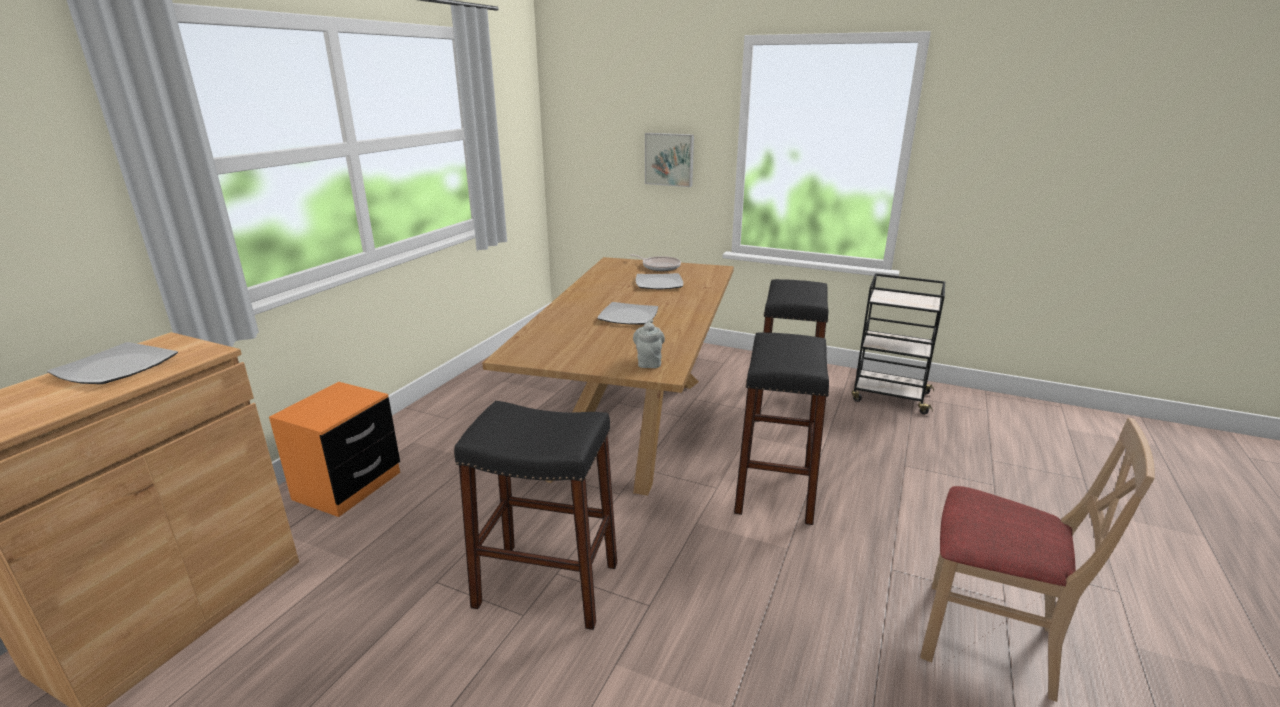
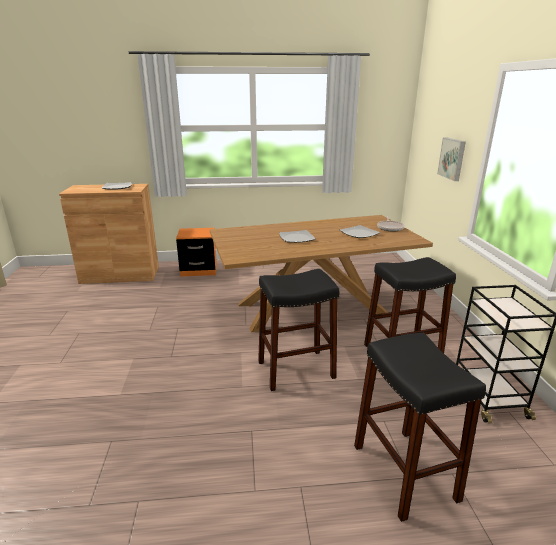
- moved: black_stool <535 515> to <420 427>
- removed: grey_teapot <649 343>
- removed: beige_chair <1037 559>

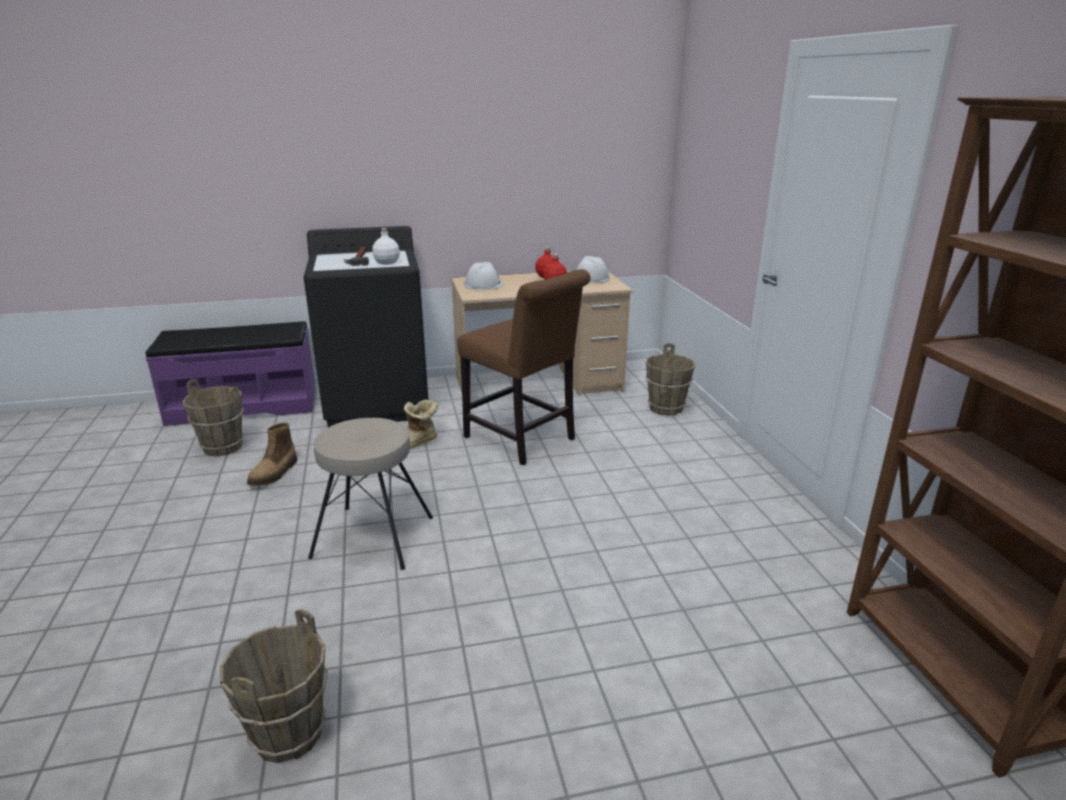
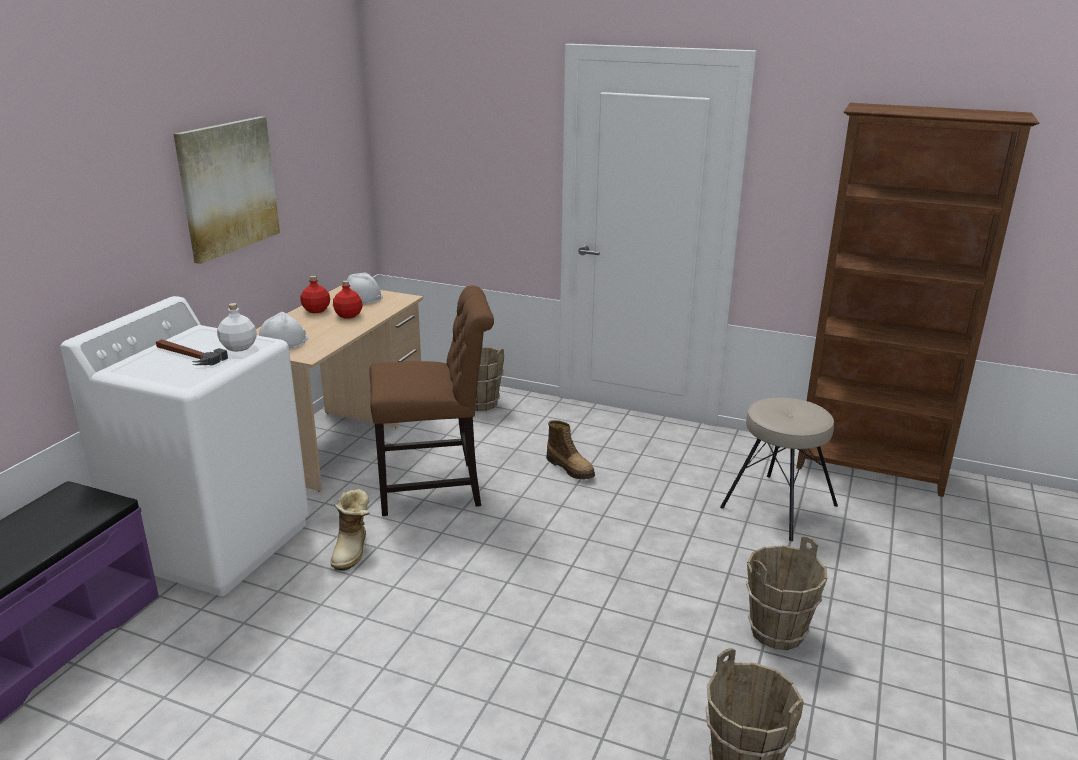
- moved: brown_bucket <213 417> to <786 593>
- moved: boot <272 454> to <570 449>
- recoloured: black_washing_machine <365 326> to white_washing_machine <184 446>
- moved: beige_stool <370 494> to <779 469>
- added: picture <227 190>

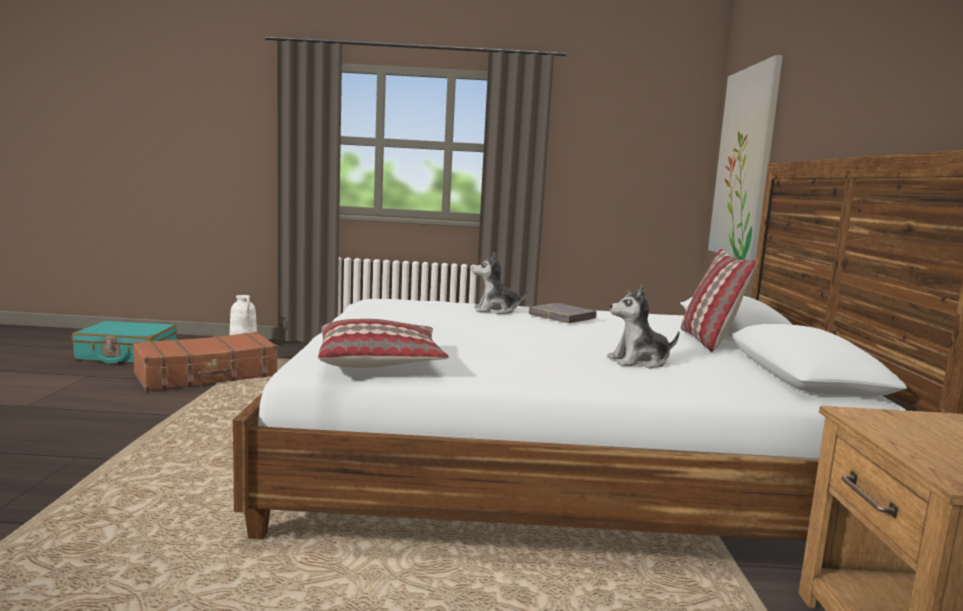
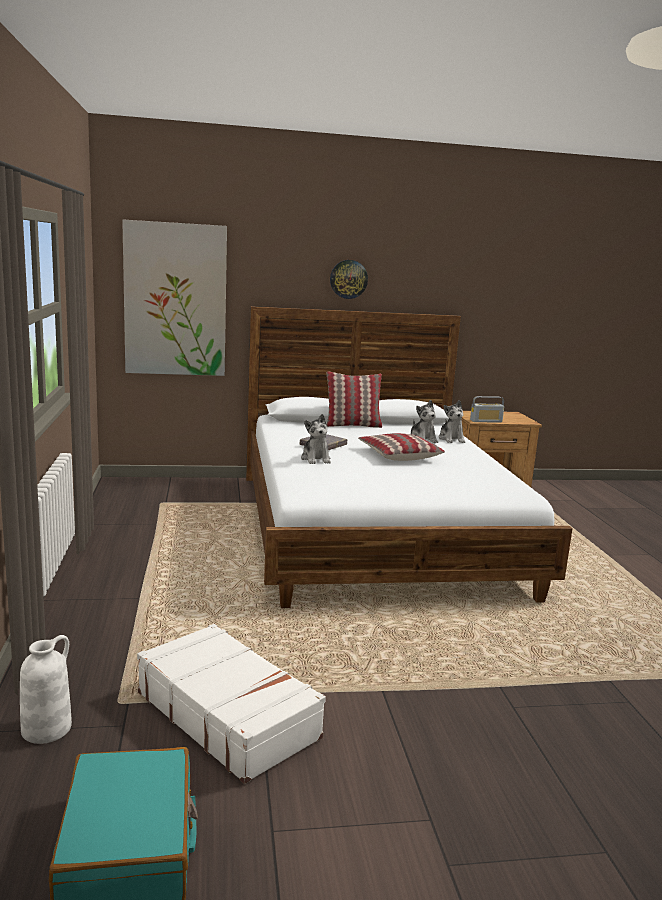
- recoloured: brown_suitcase <205 361> to white_suitcase <231 704>
- moved: pillow <383 343> to <401 447>
- added: wall_clock <349 279>
- added: plush_toy <451 421>
- added: radio <487 409>

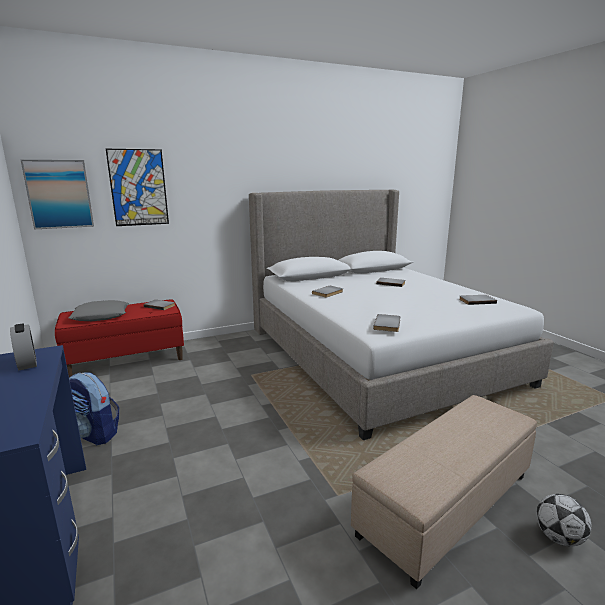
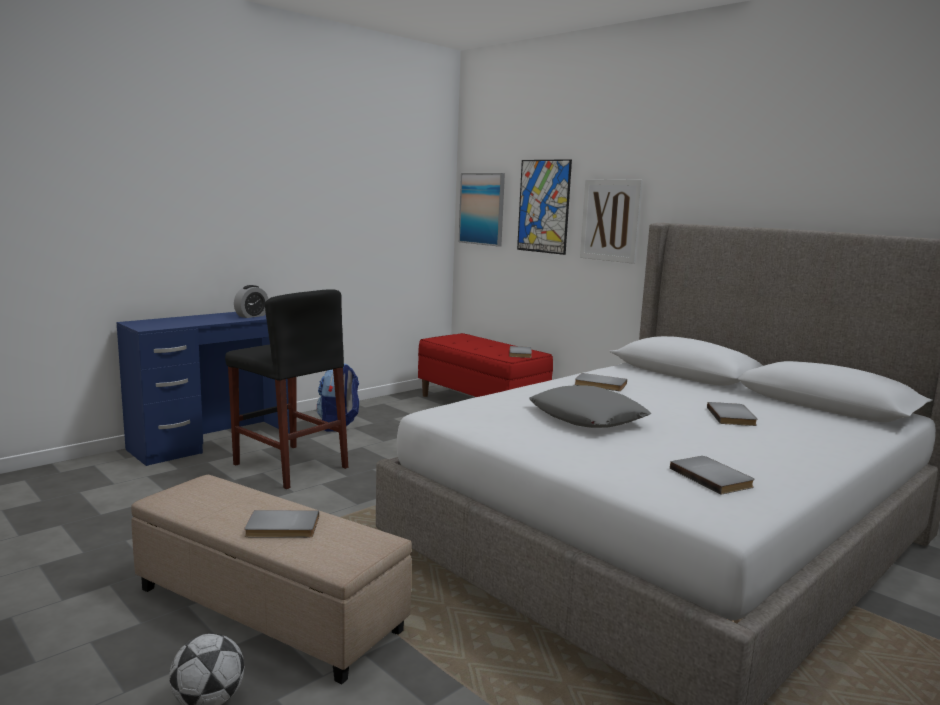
- moved: grey_pillow <99 310> to <590 406>
- moved: grey_book <386 323> to <281 524>
- added: black_stool <286 389>
- added: picture <611 221>

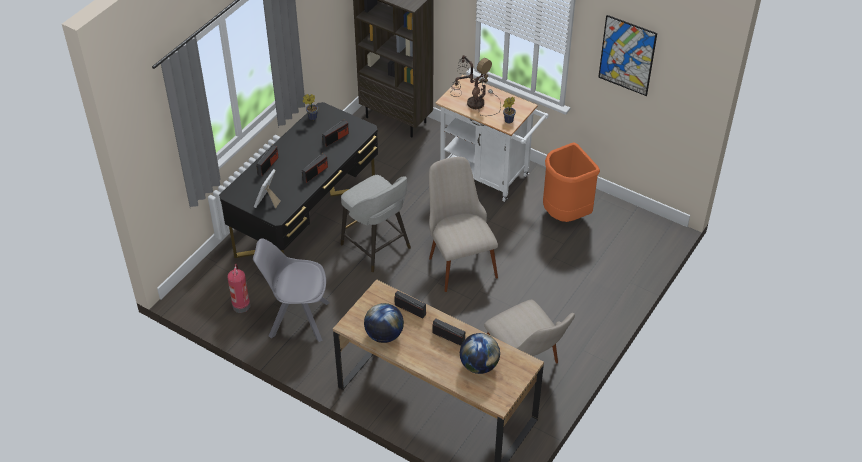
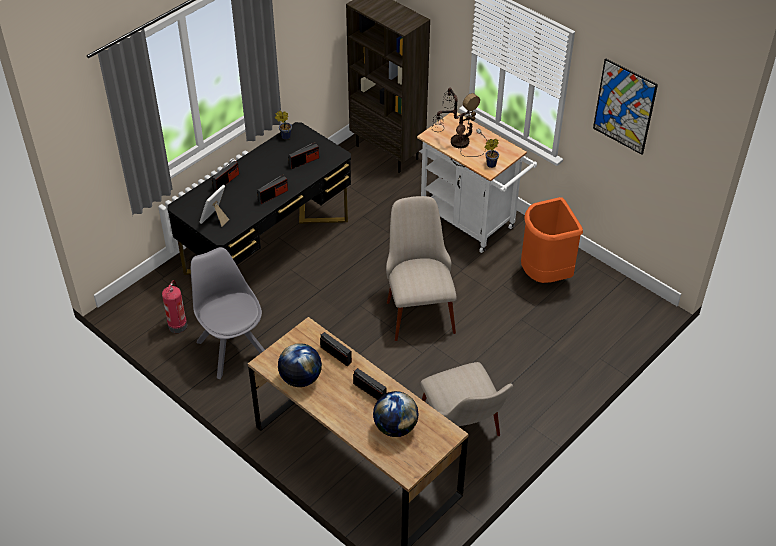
- turned: grey_chair <291 290> = <228 313> 45 degrees clockwise
- removed: grey_stool <376 223>

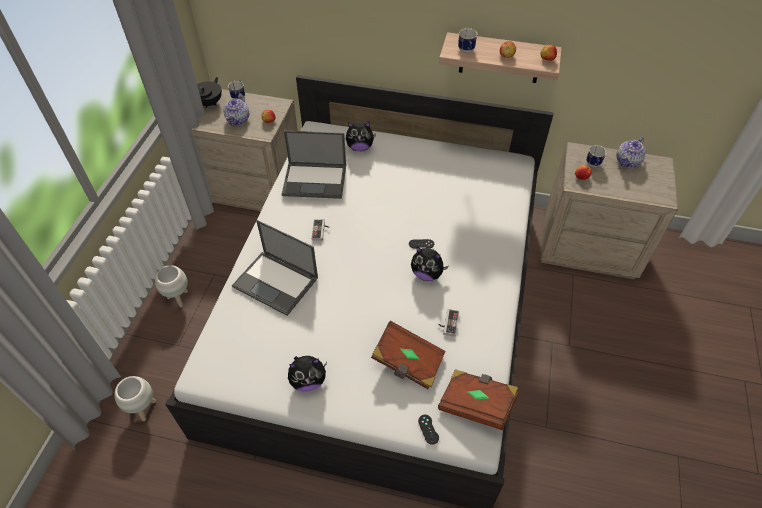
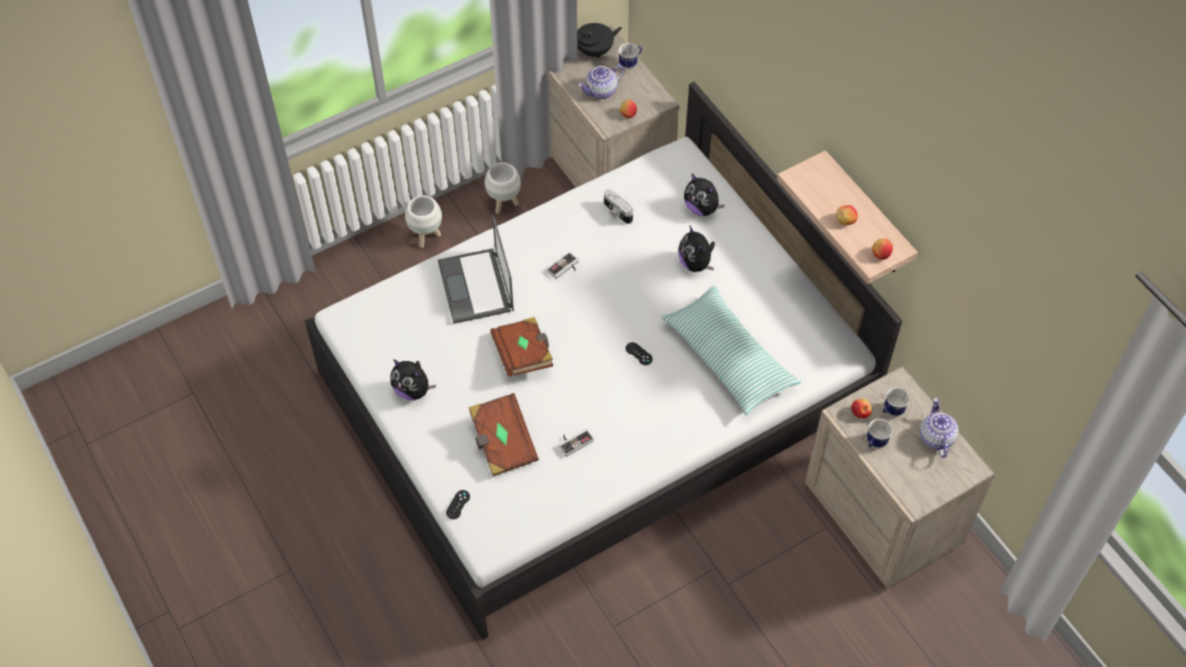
- moved: white_planter <135 398> to <503 188>
- replaced: laptop <314 165> to photo_camera <618 206>
- moved: plush_toy <430 263> to <696 249>
- moved: brown_book <478 399> to <521 347>
- moved: mug <467 40> to <880 433>
- turned: teapot <631 152> = <939 428> 90 degrees clockwise
- added: pillow <731 351>

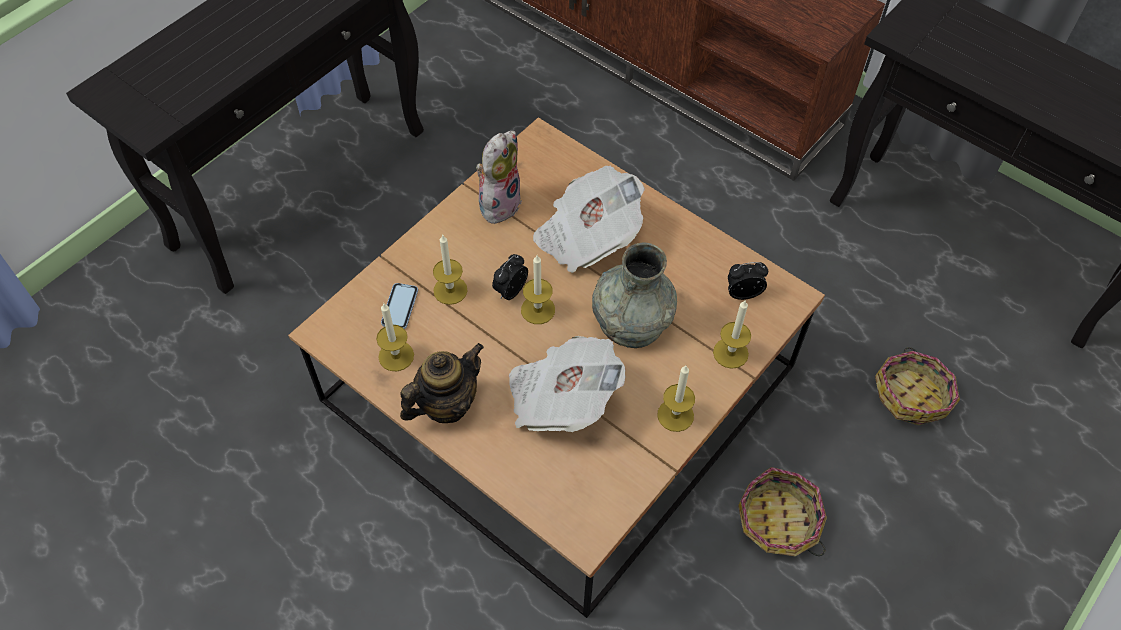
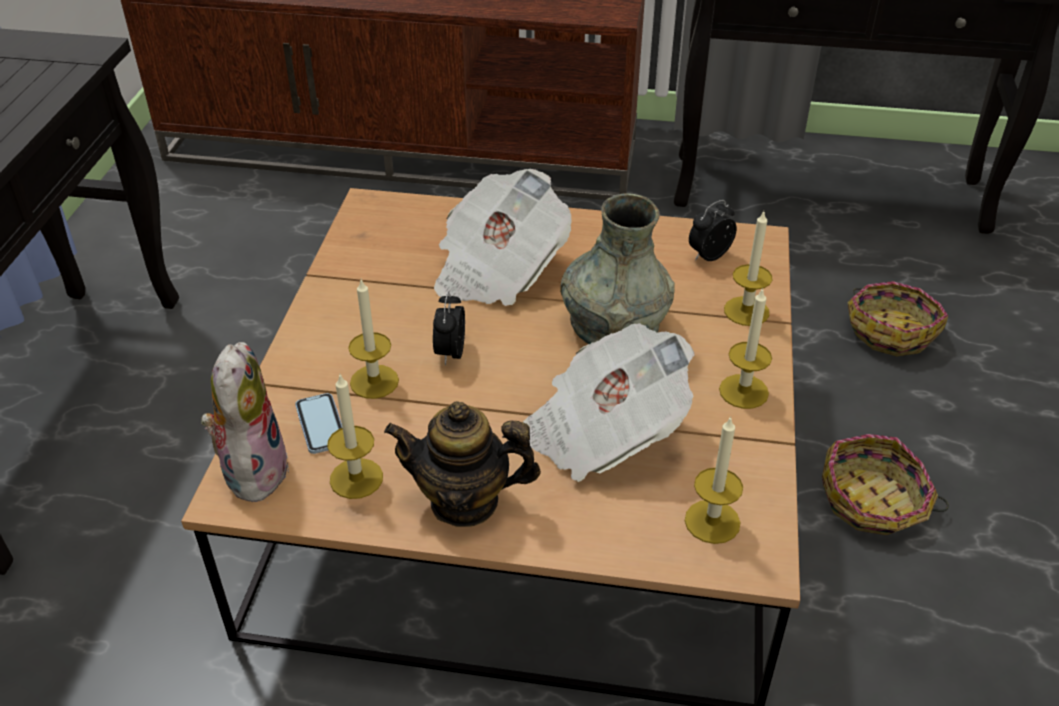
- turned: teapot <442 383> = <462 464> 105 degrees counterclockwise
- moved: plush_toy <499 177> to <245 422>
- moved: candle <538 289> to <714 480>

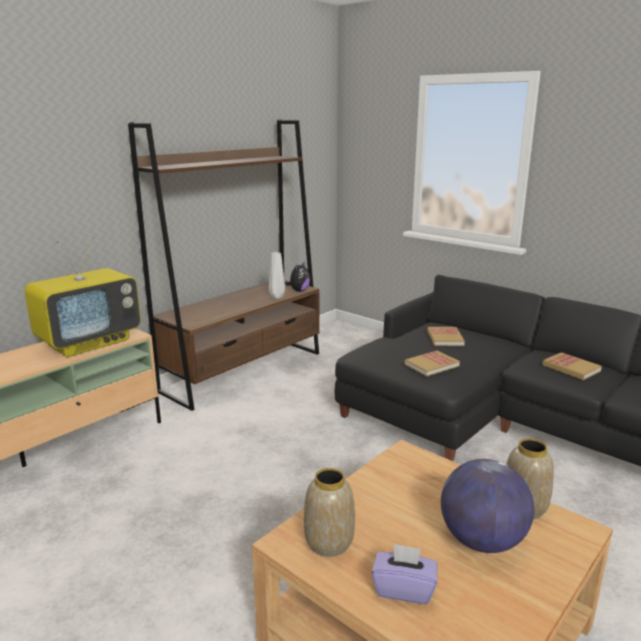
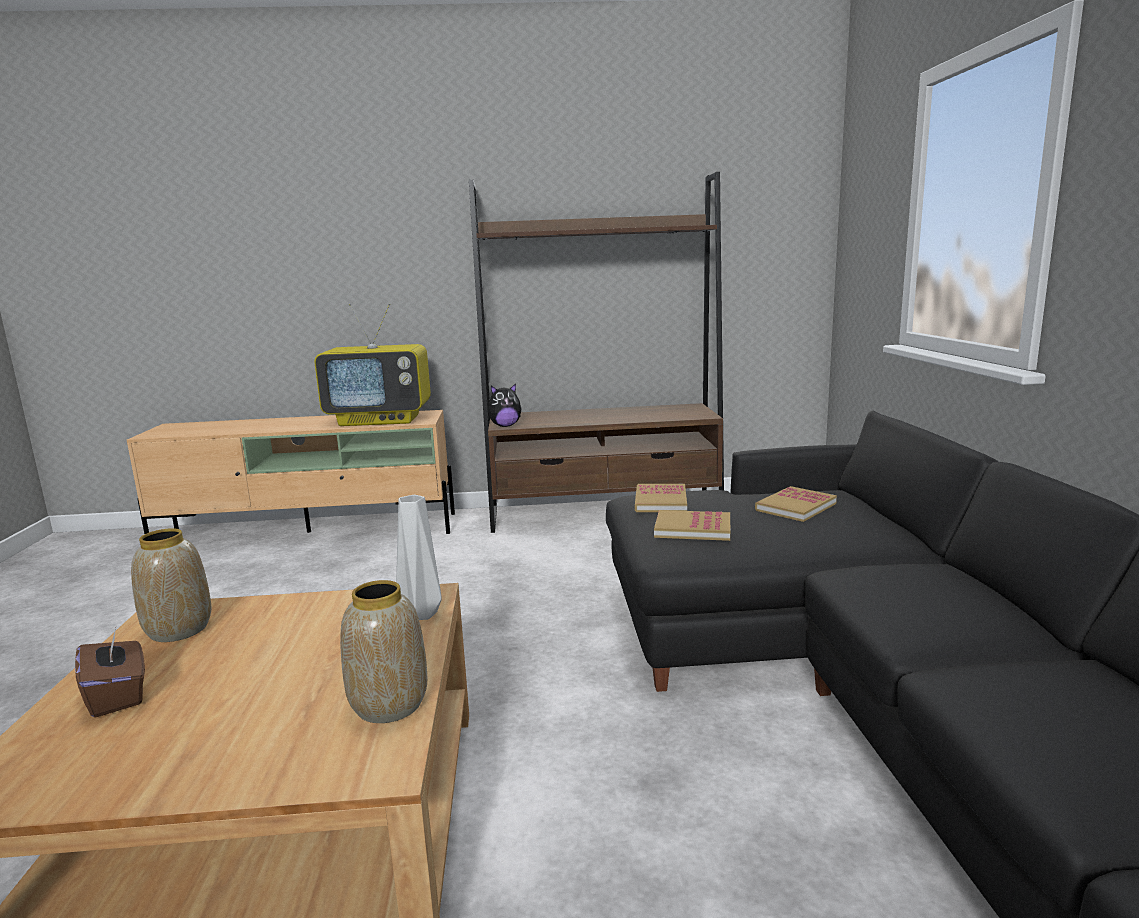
- moved: grey_vase <277 275> to <419 557>
- moved: plush_toy <297 276> to <505 405>
- recoloured: purple_tissue_box <404 573> to brown_tissue_box <110 673>
- removed: globe <487 506>
- moved: book <572 366> to <661 498>

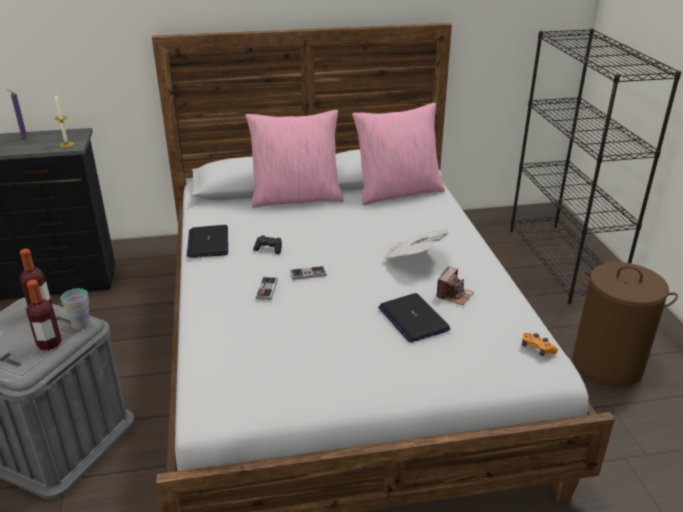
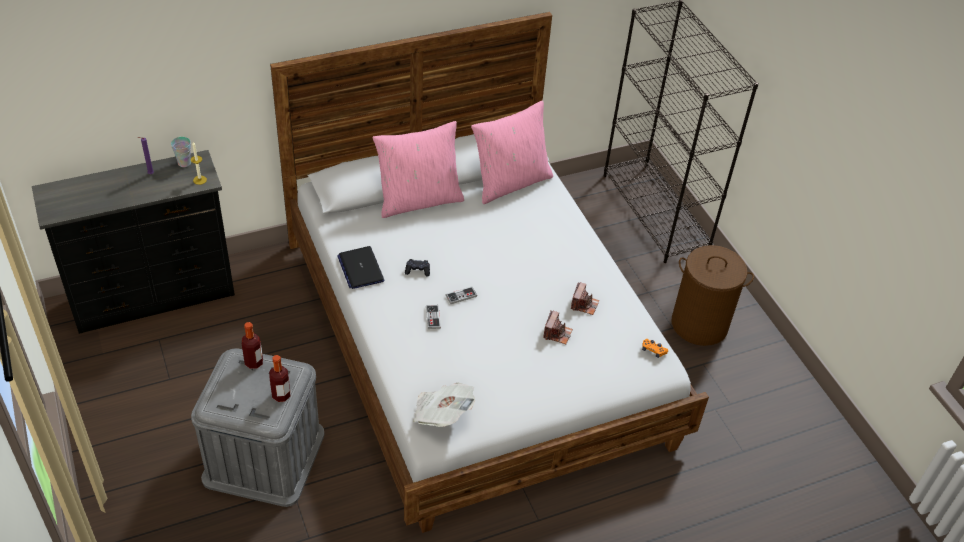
- moved: cup <75 309> to <181 152>
- replaced: laptop <414 318> to photo_camera <558 327>
- moved: newspaper <416 244> to <444 404>

